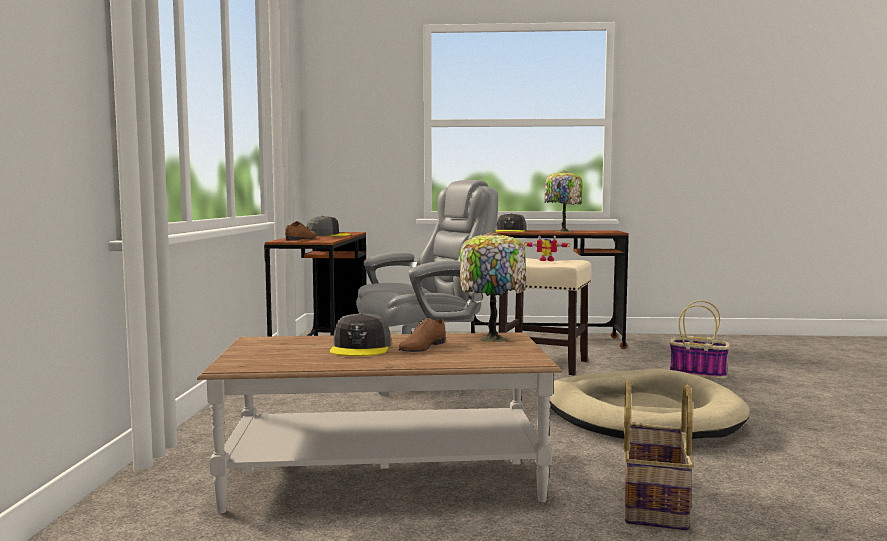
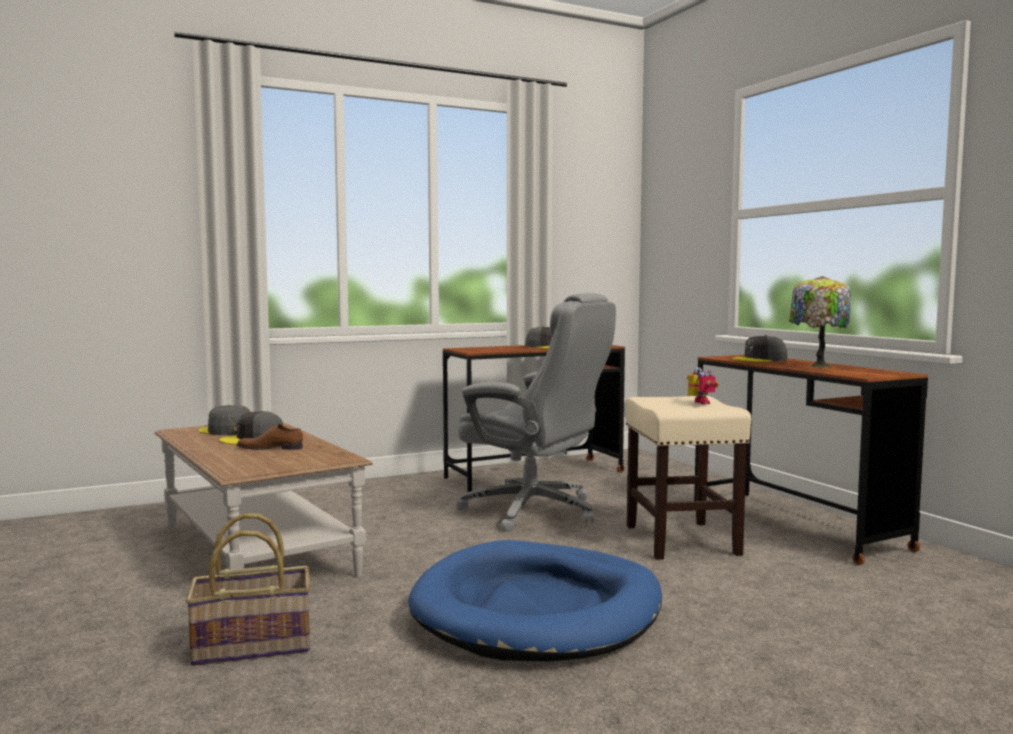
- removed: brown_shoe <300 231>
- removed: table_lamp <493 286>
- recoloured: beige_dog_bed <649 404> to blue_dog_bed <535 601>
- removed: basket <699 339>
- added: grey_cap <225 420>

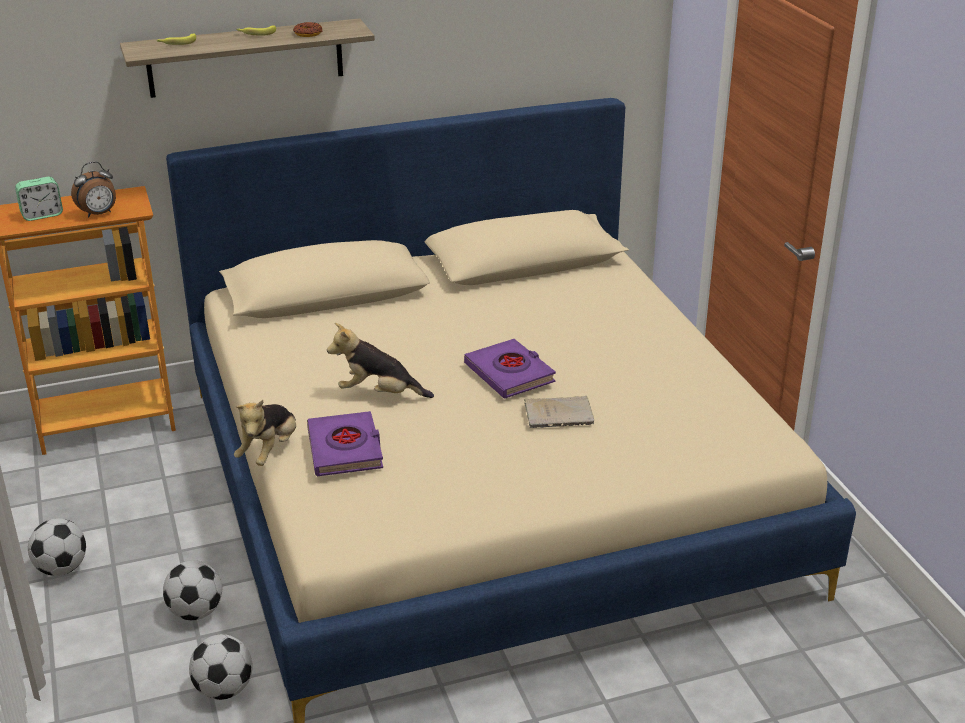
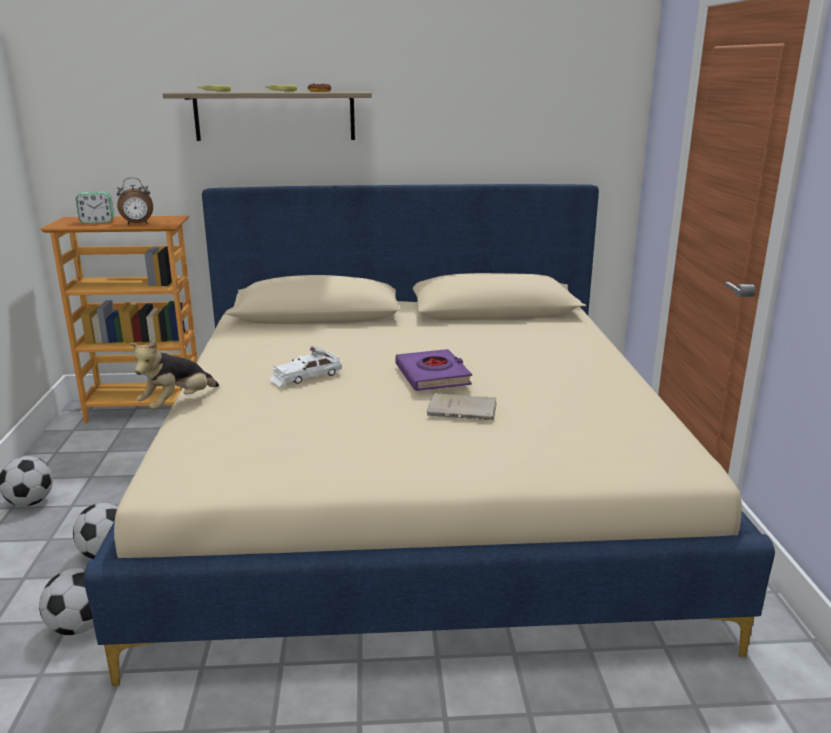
- removed: purple_book <345 443>
- replaced: plush_toy <380 360> to white_toy_car <306 366>

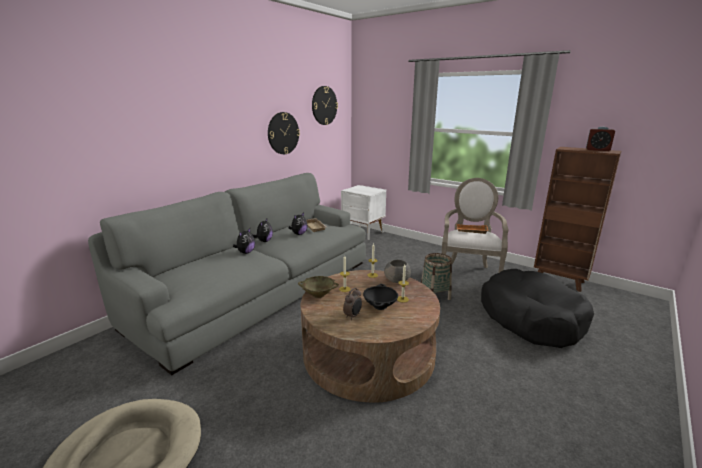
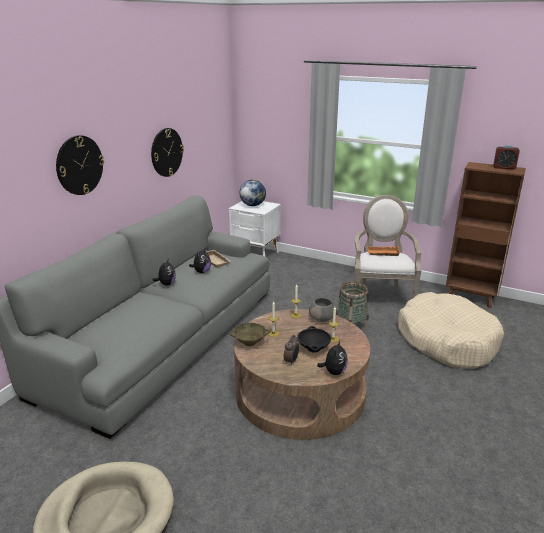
- moved: plush_toy <244 241> to <332 358>
- moved: wall_clock <325 105> to <80 165>
- recoloured: black_dog_bed <537 308> to beige_dog_bed <451 330>
- added: globe <253 193>

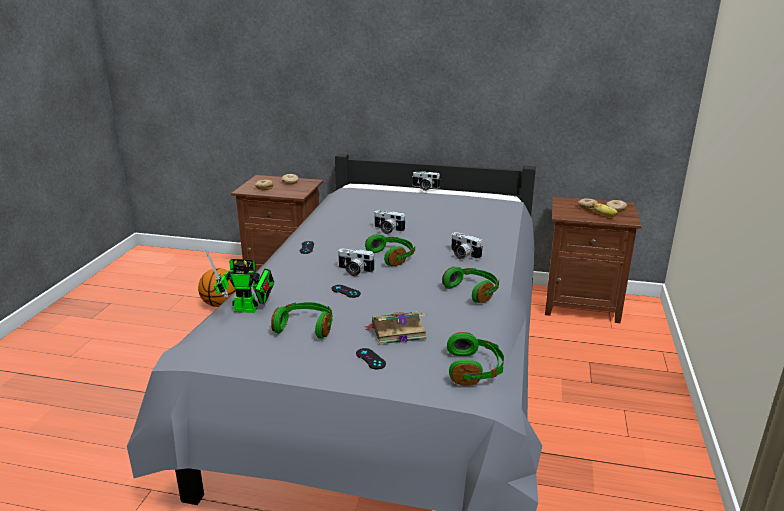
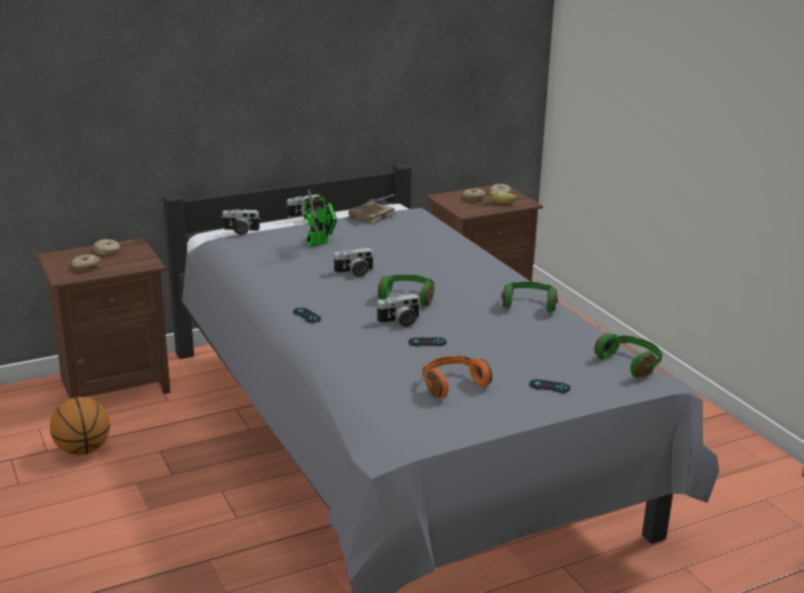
- moved: toy_robot <240 281> to <320 218>
- recoloured: green_headphones <301 320> to orange_headphones <457 376>
- moved: book <395 328> to <372 209>
- moved: photo_camera <467 246> to <241 222>

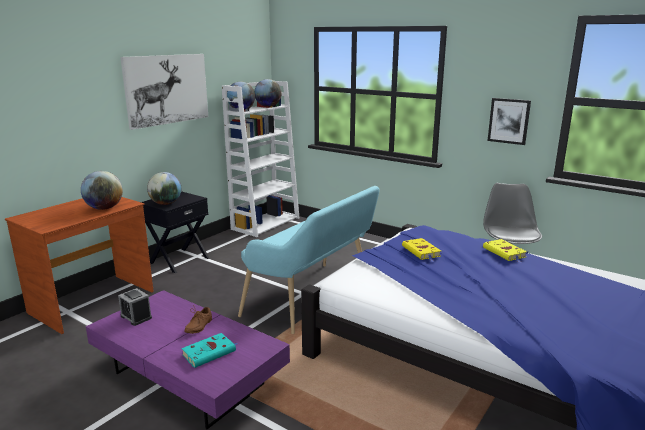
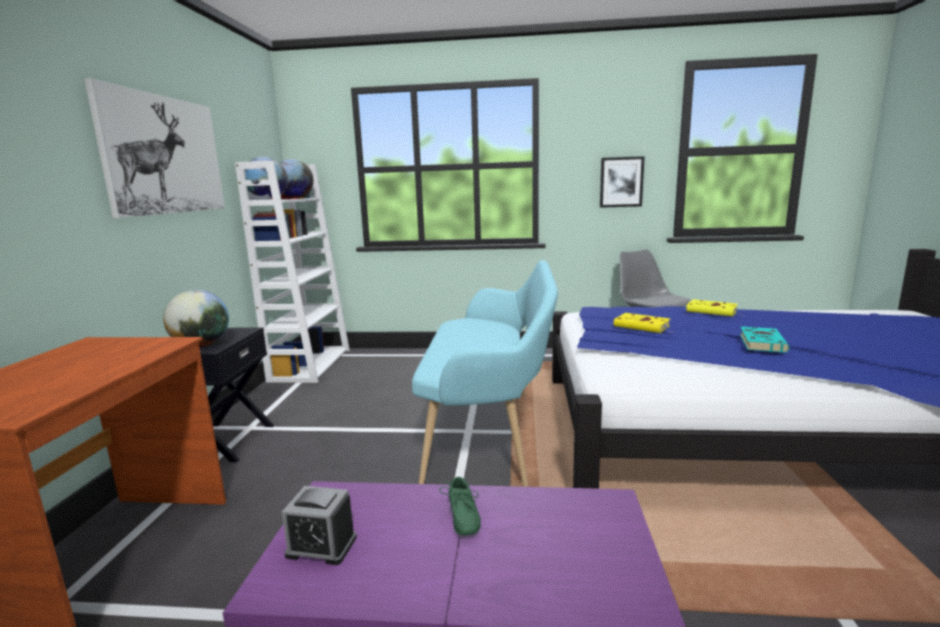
- removed: globe <102 190>
- moved: turquoise_book <209 350> to <765 339>
- recoloured: brown_shoe <198 319> to green_shoe <460 506>

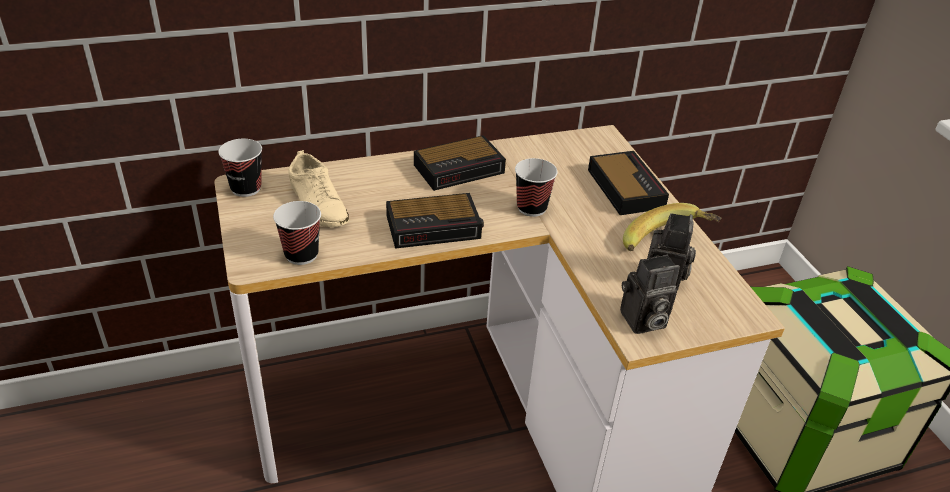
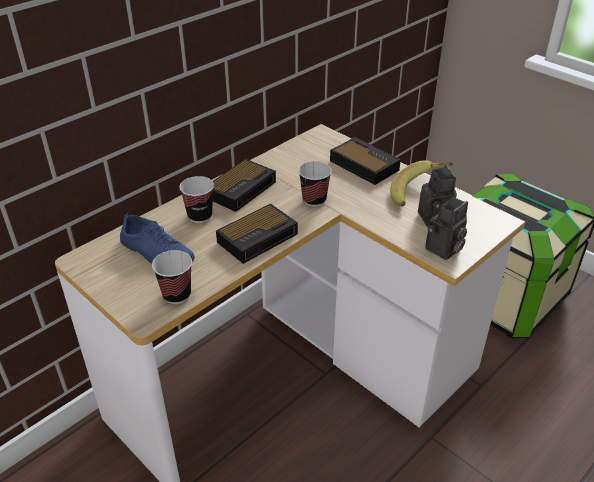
- moved: cup <240 168> to <196 199>
- recoloured: beige_shoe <318 188> to blue_shoe <157 238>

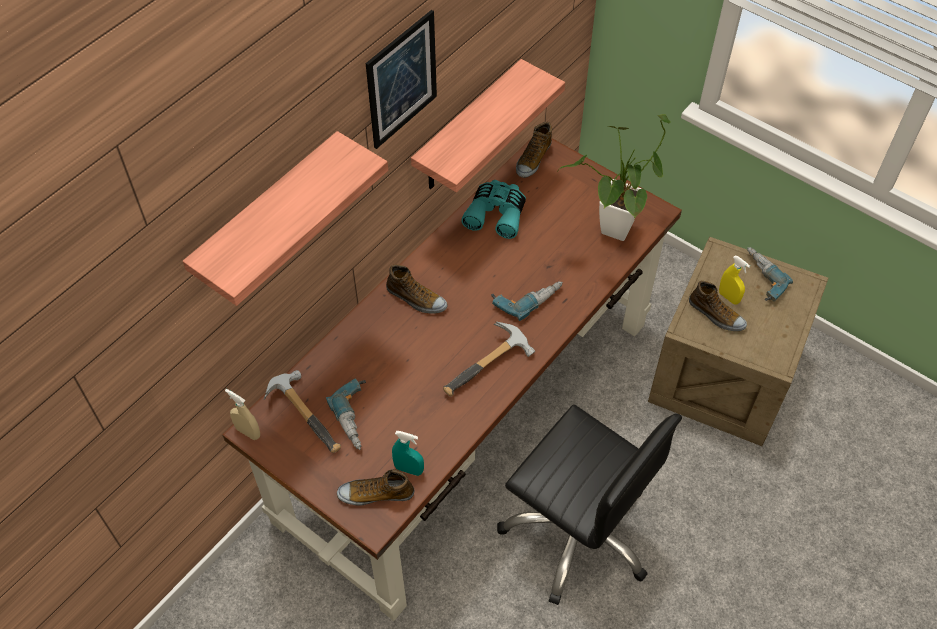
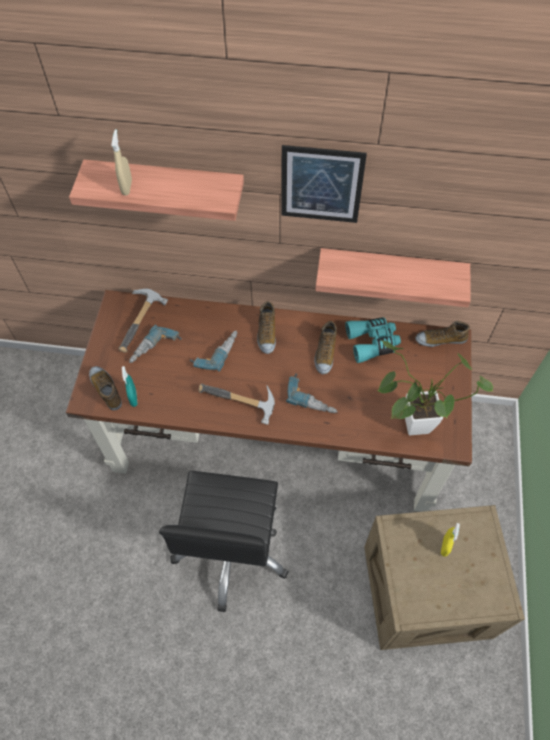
- moved: beige_spray_bottle <242 414> to <121 162>
- moved: shoe <718 306> to <325 347>
- moved: power_drill <770 274> to <213 351>

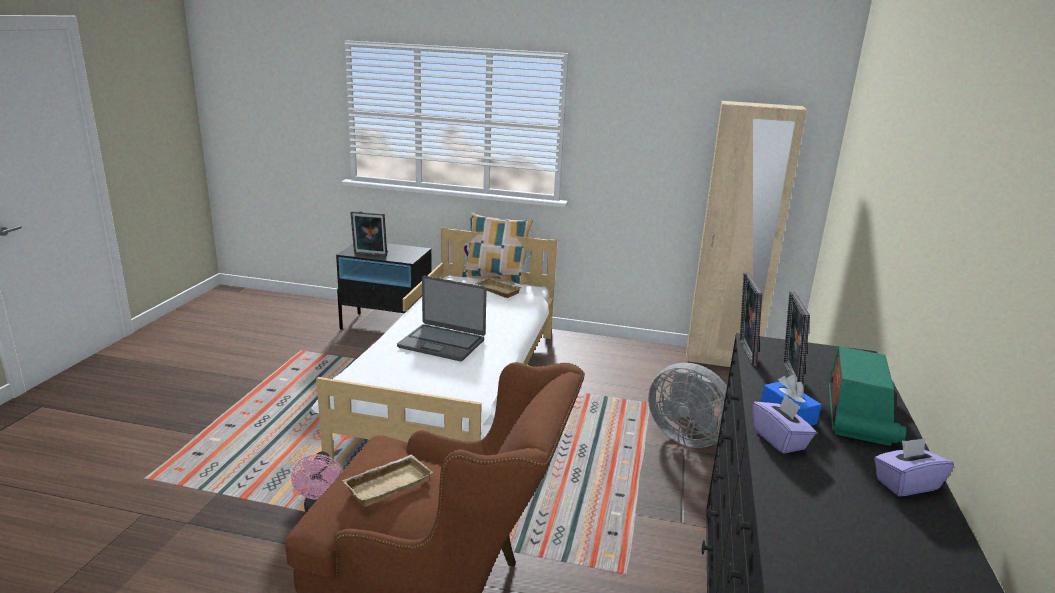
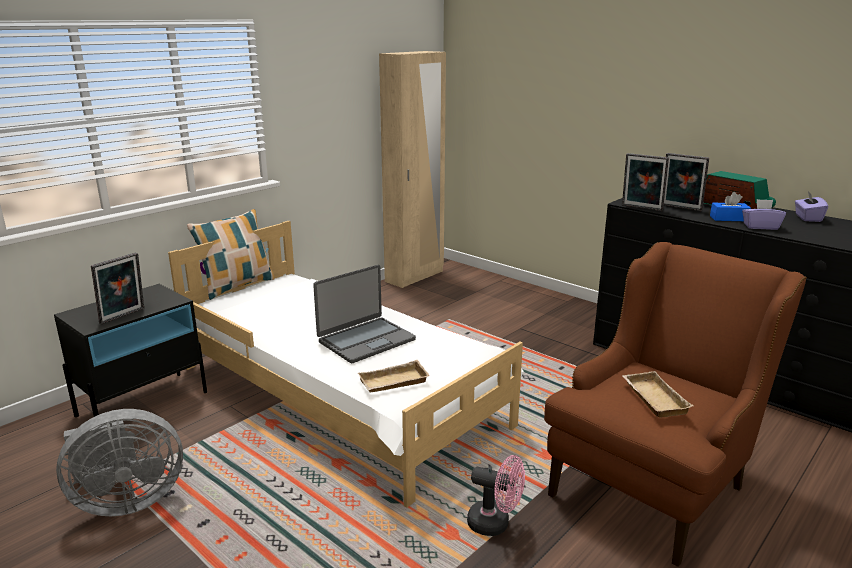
- moved: beige_tray <498 288> to <394 376>
- moved: grey_fan <687 405> to <119 462>

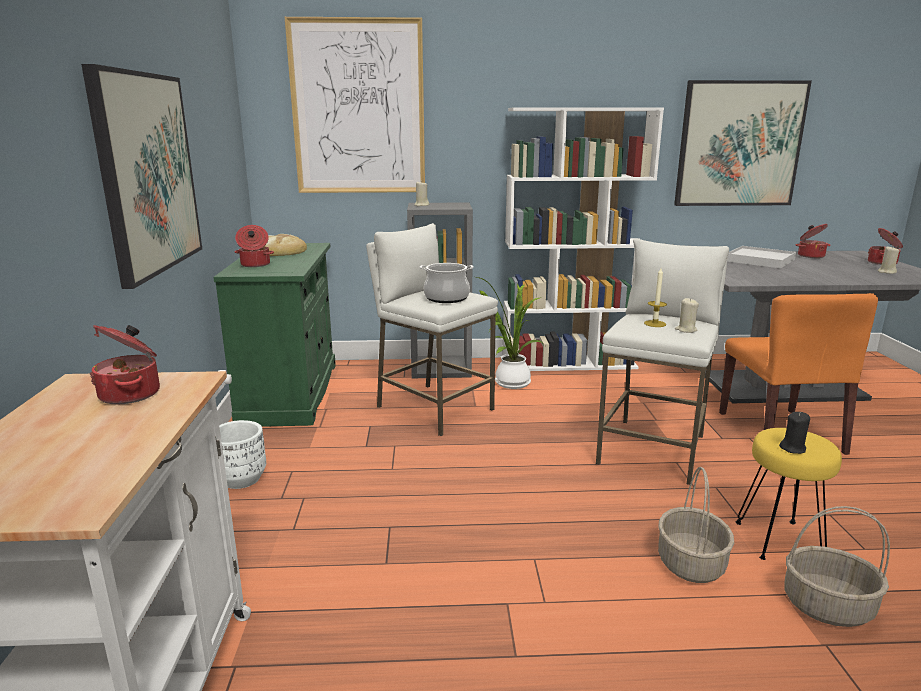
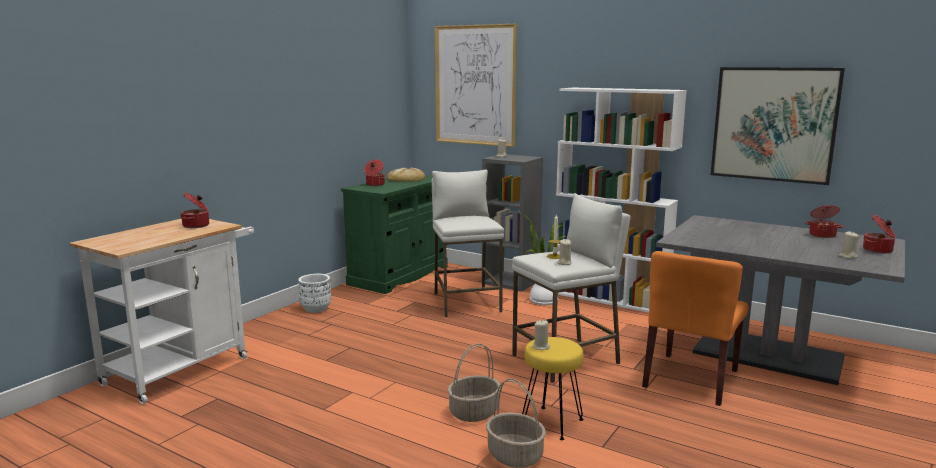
- removed: picture <141 176>
- removed: cooking_pot <446 283>
- removed: white_tray <761 257>
- recoloured: black_candle <794 433> to beige_candle <541 335>

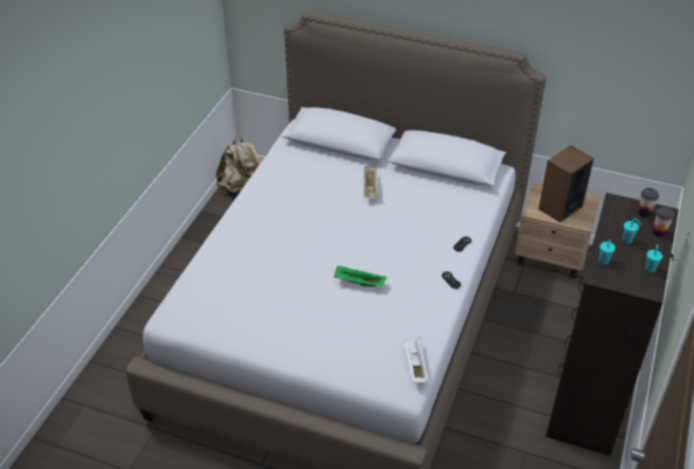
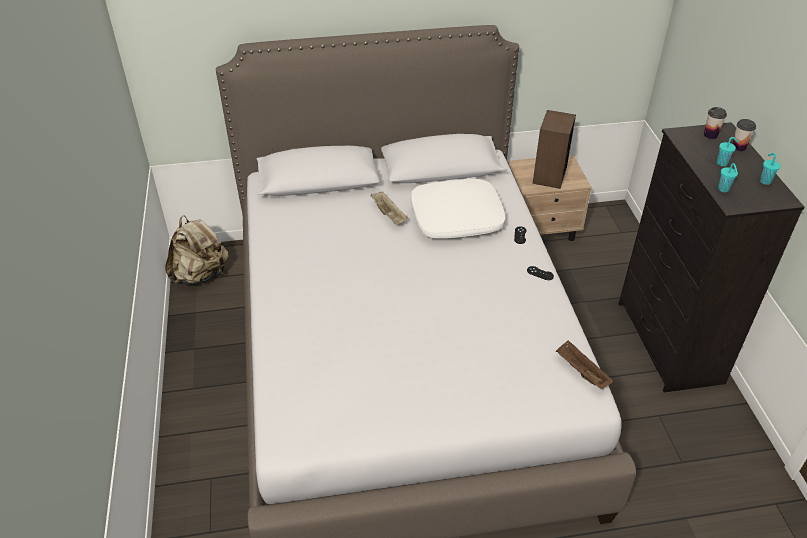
- removed: green_tray <361 276>
- recoloured: white_tray <416 360> to brown_tray <585 364>
- added: white_pillow <458 208>

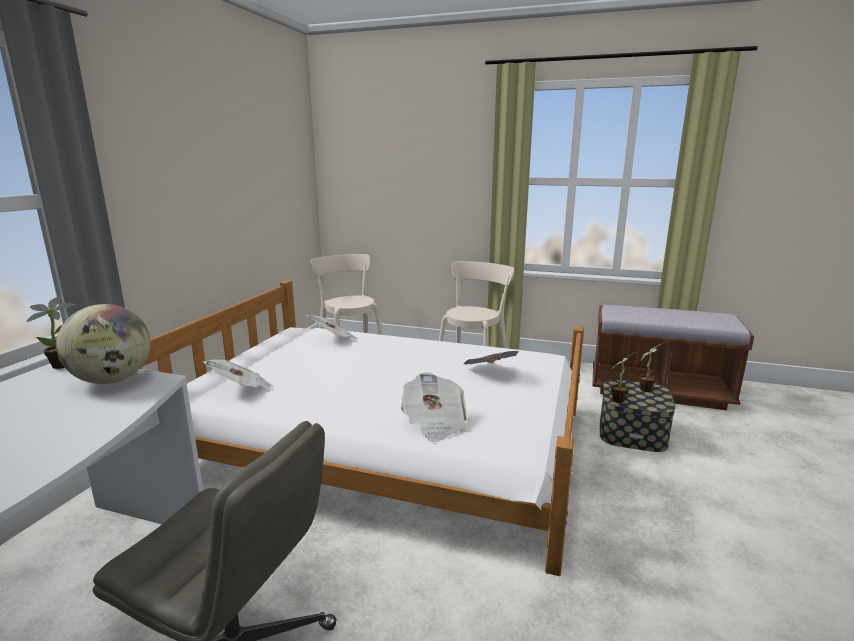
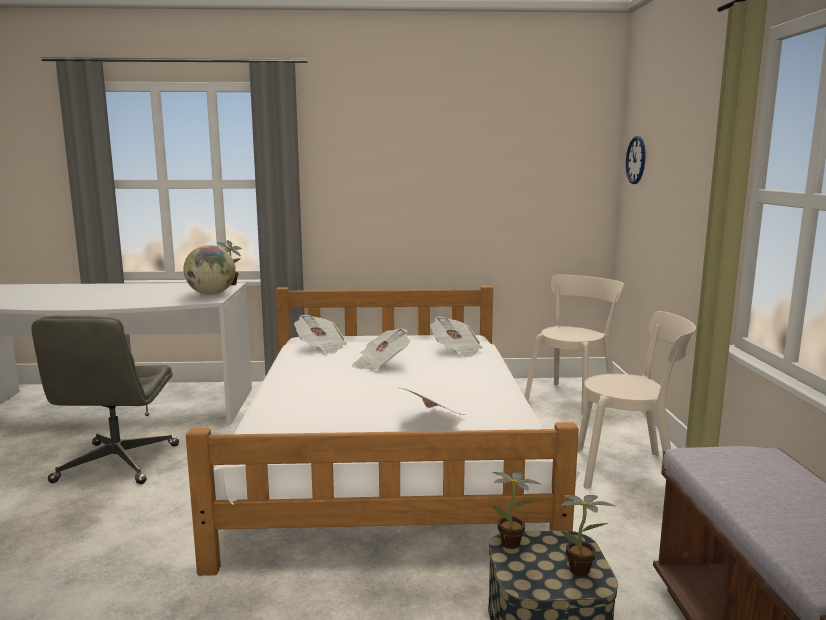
- moved: newspaper <434 407> to <381 349>
- added: wall_clock <635 160>

